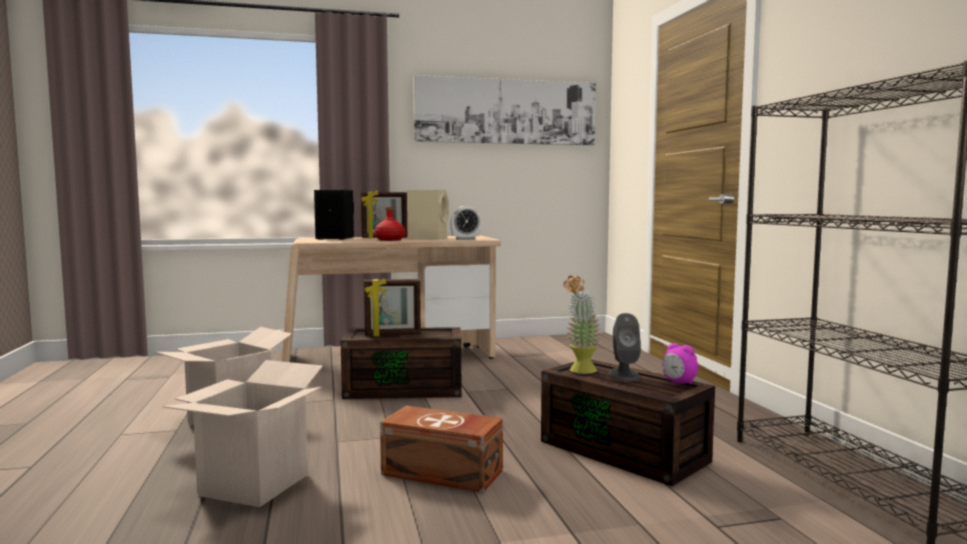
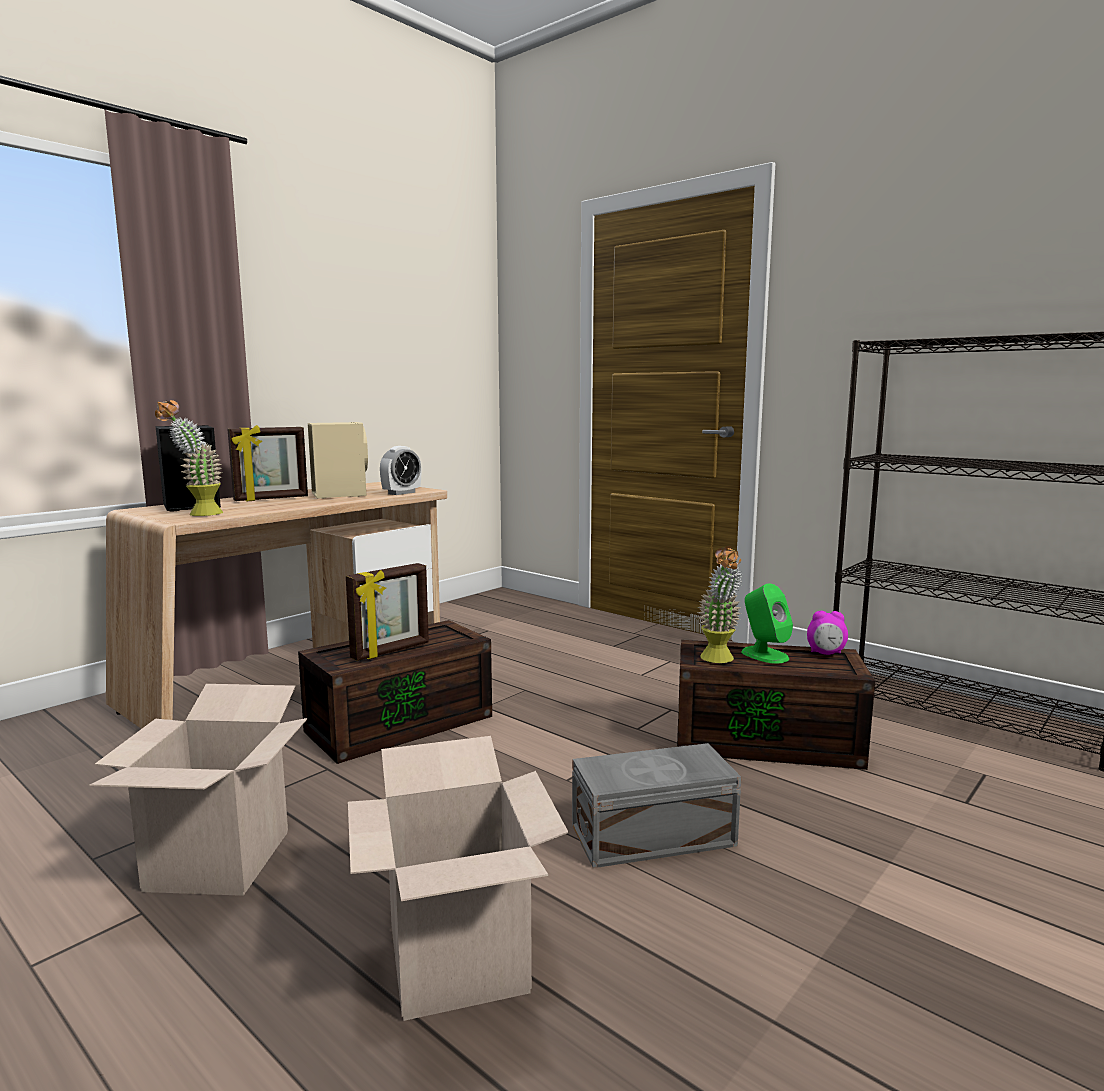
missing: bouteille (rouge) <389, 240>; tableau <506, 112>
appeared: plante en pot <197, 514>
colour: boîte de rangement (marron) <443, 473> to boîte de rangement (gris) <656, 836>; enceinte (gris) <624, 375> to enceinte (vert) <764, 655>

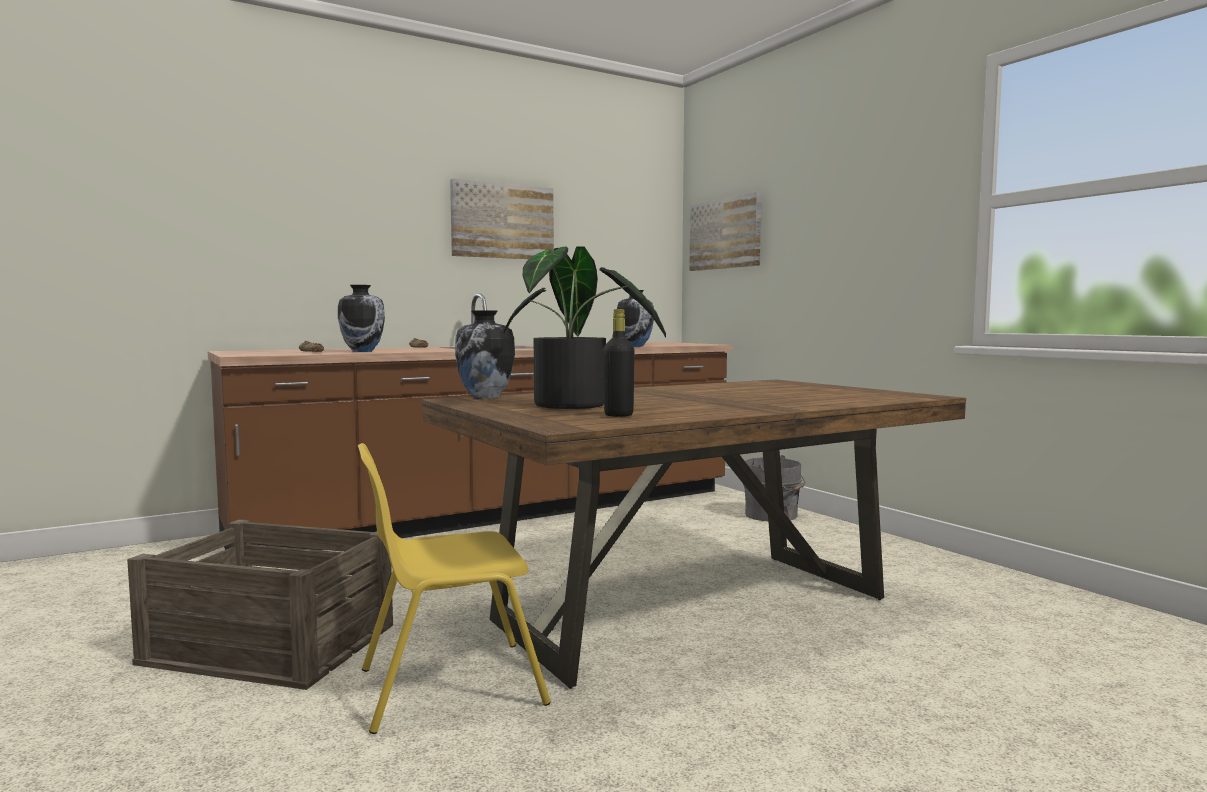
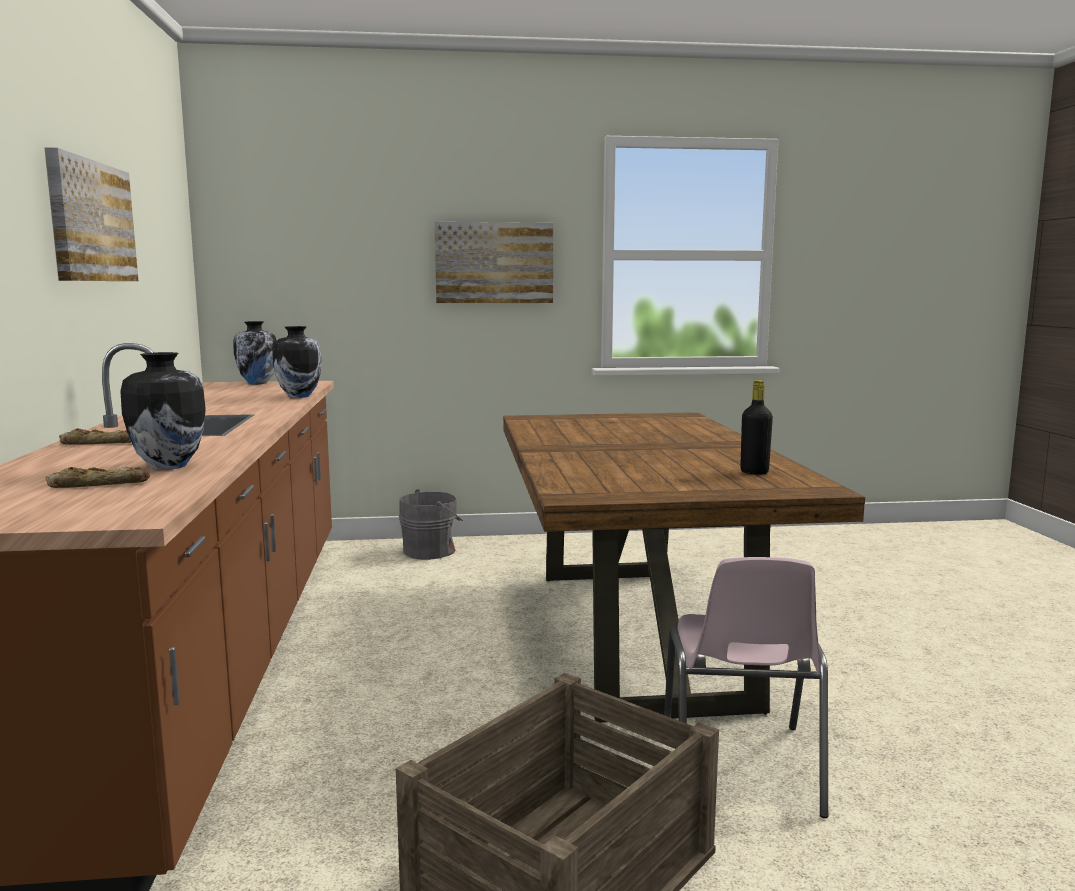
missing: plante en pot <576, 406>
relocated: vase <485, 397> to <258, 383>; tableau <726, 234> to <494, 263>
colour: chaise (jaune) <448, 686> to chaise (rose) <739, 768>

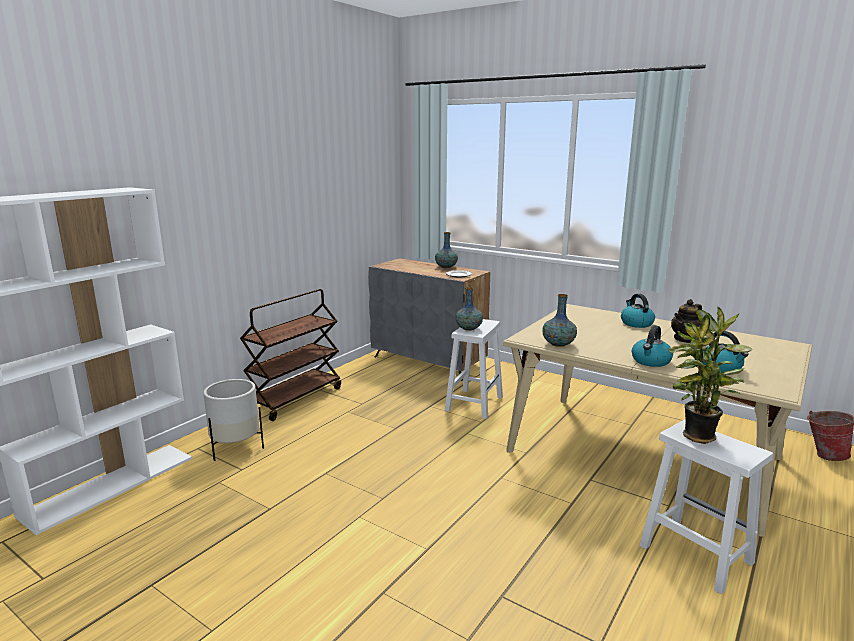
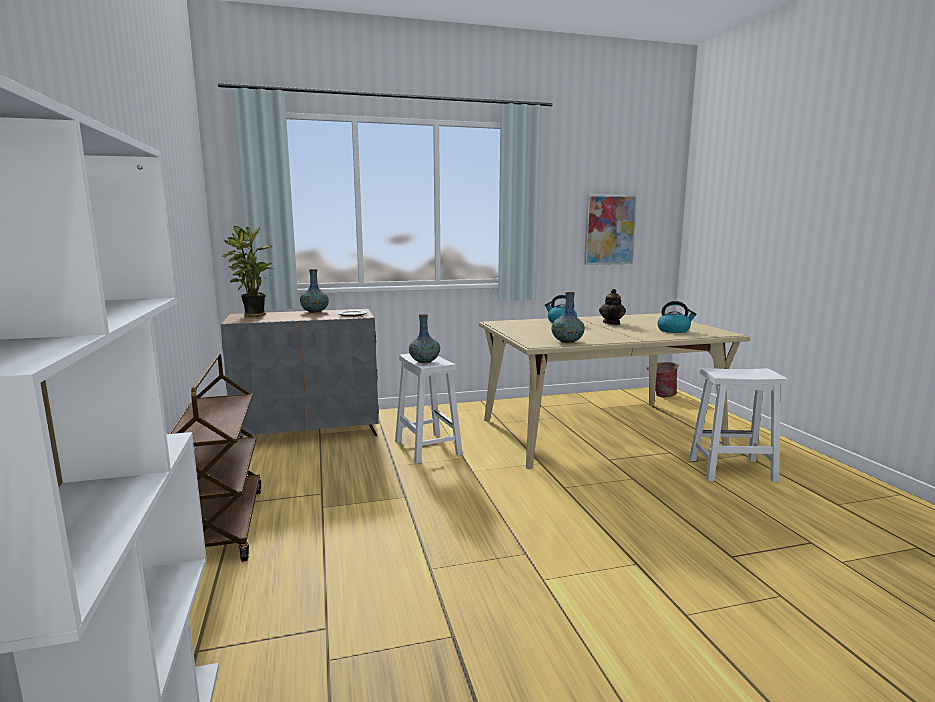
missing: cache-pot (blanc) <236, 448>; bouilloire <650, 361>
appeared: tableau <609, 230>
relocated: plante en pot <697, 437> to <254, 315>

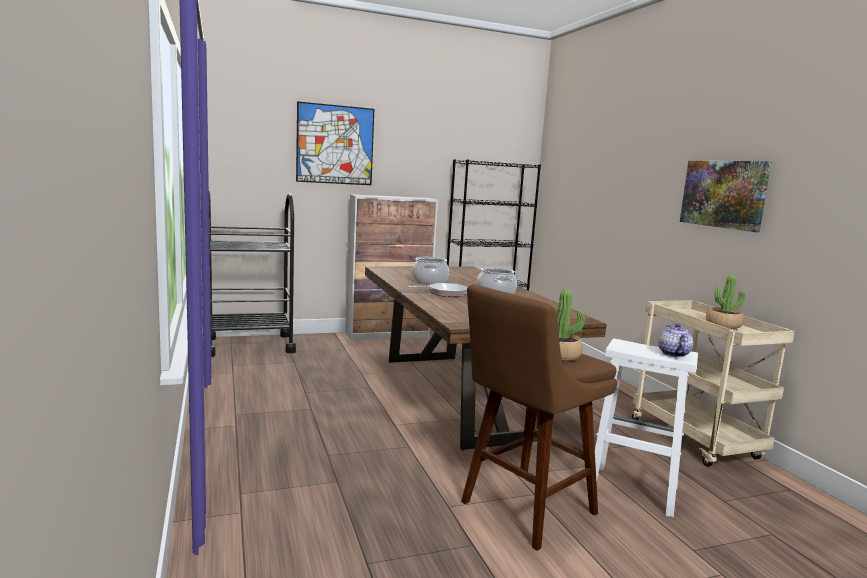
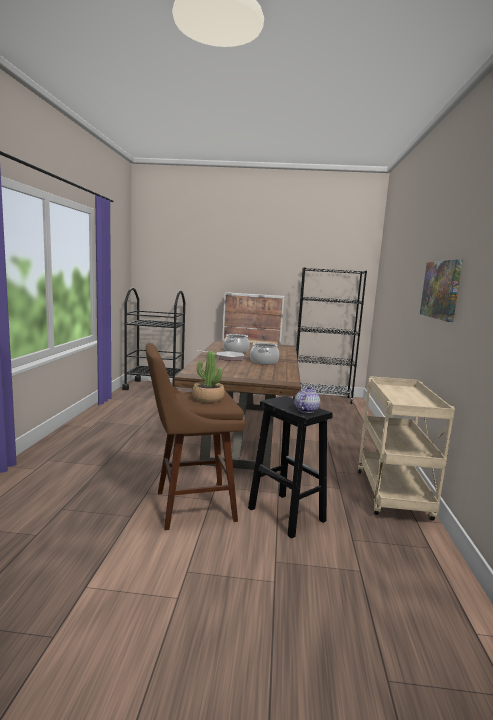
missing: tableau <335, 144>; plante en pot <723, 325>
colour: tabouret (blanc) <630, 490> to tabouret (noir) <285, 514>

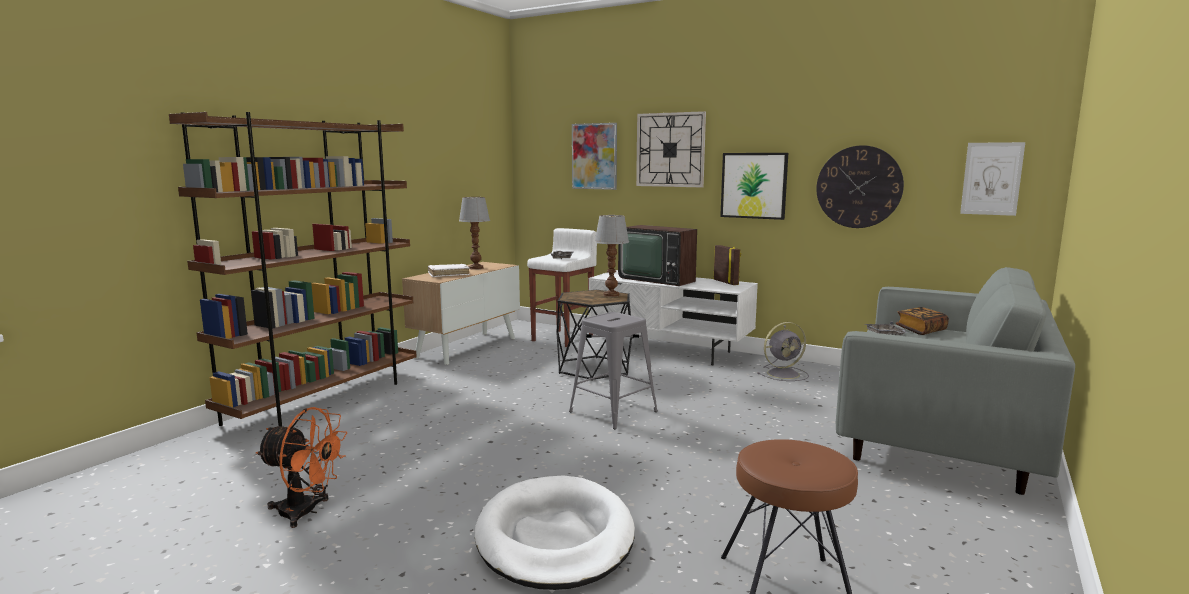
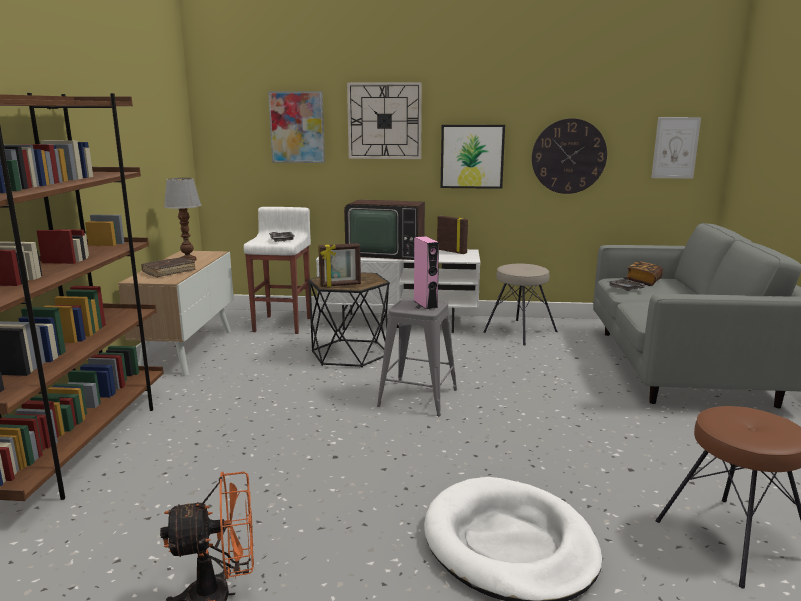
missing: lampe de table <611, 295>
appeared: cadre photo <340, 285>; enceinte (rose) <425, 304>
exchanged: ventilateur (gris) <784, 374> to tabouret (beige) <519, 332>
colour: livre (blanc) <448, 274> to livre (marron) <169, 272>

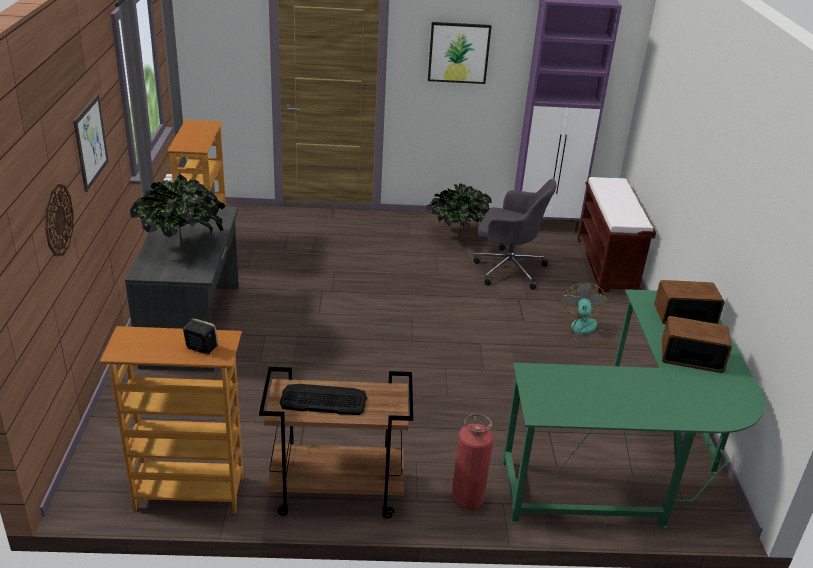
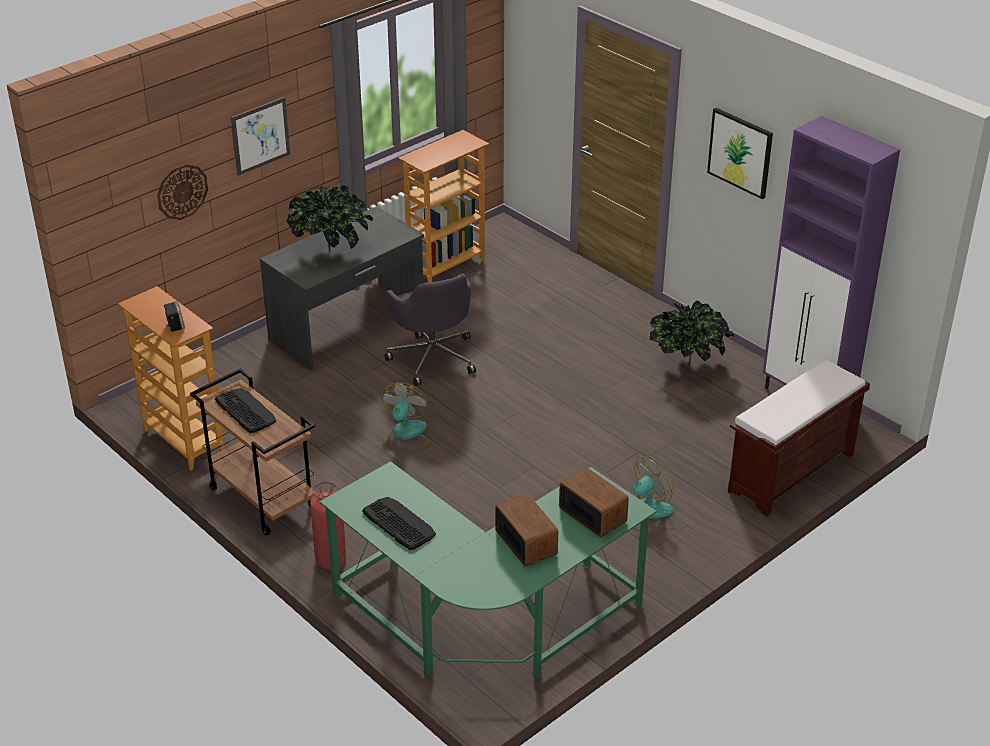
appeared: clavier <398, 523>; ventilateur <406, 435>
relocated: chaise de bureau (gris) <507, 268> to <433, 357>

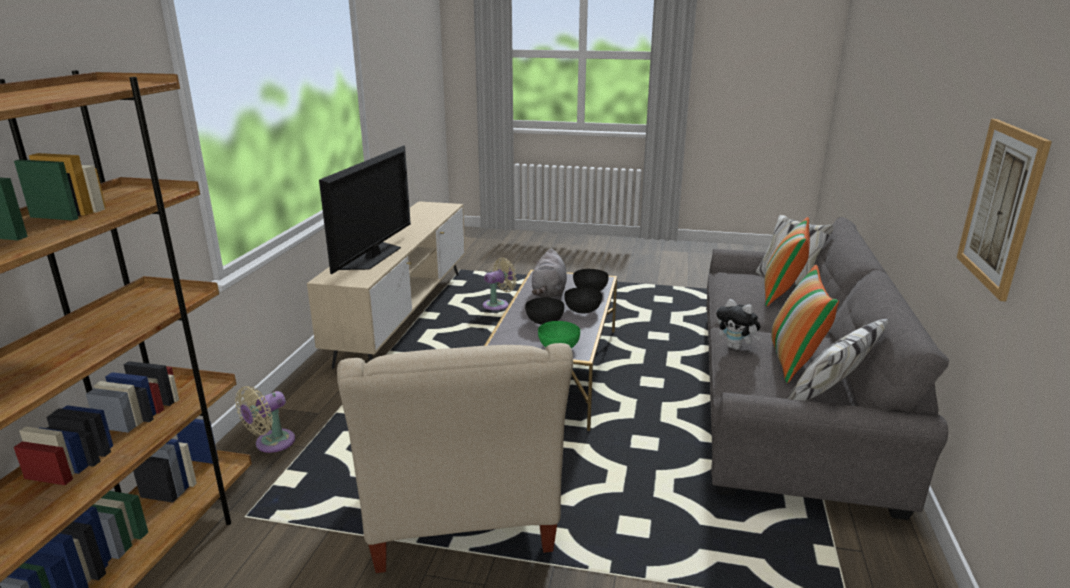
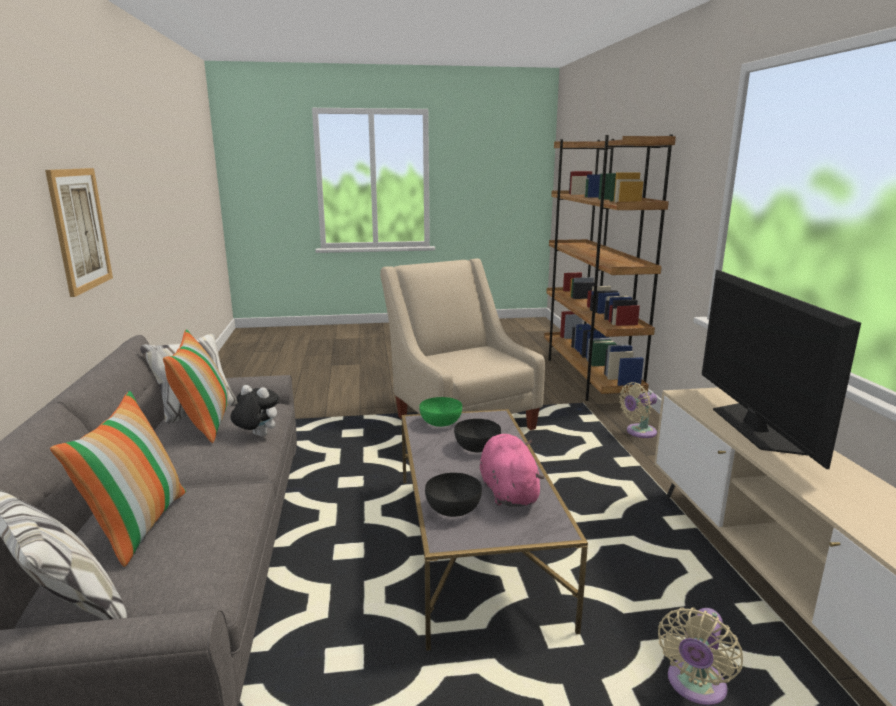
missing: bol (noir) <582, 309>
colour: peluche (gris) <549, 293> to peluche (rose) <508, 491>
spun: ventilateur (beige) <271, 443> = <638, 432> 135 degrees counterclockwise

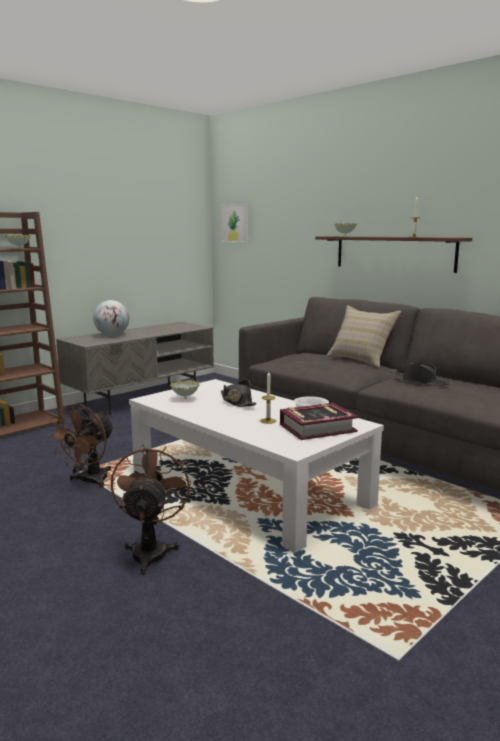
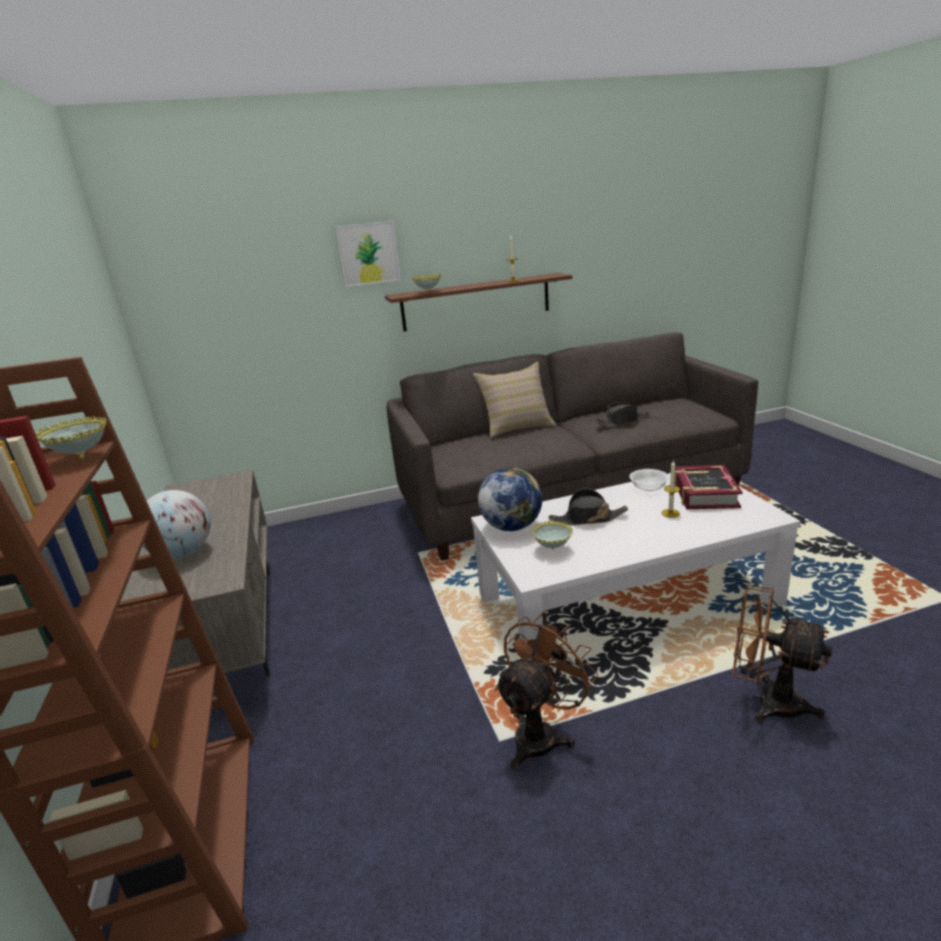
appeared: globe <511, 526>
relocated: tableau <235, 223> to <368, 254>
spun: ventilateur (marron) <89, 482> = <542, 734> 105 degrees counterclockwise

